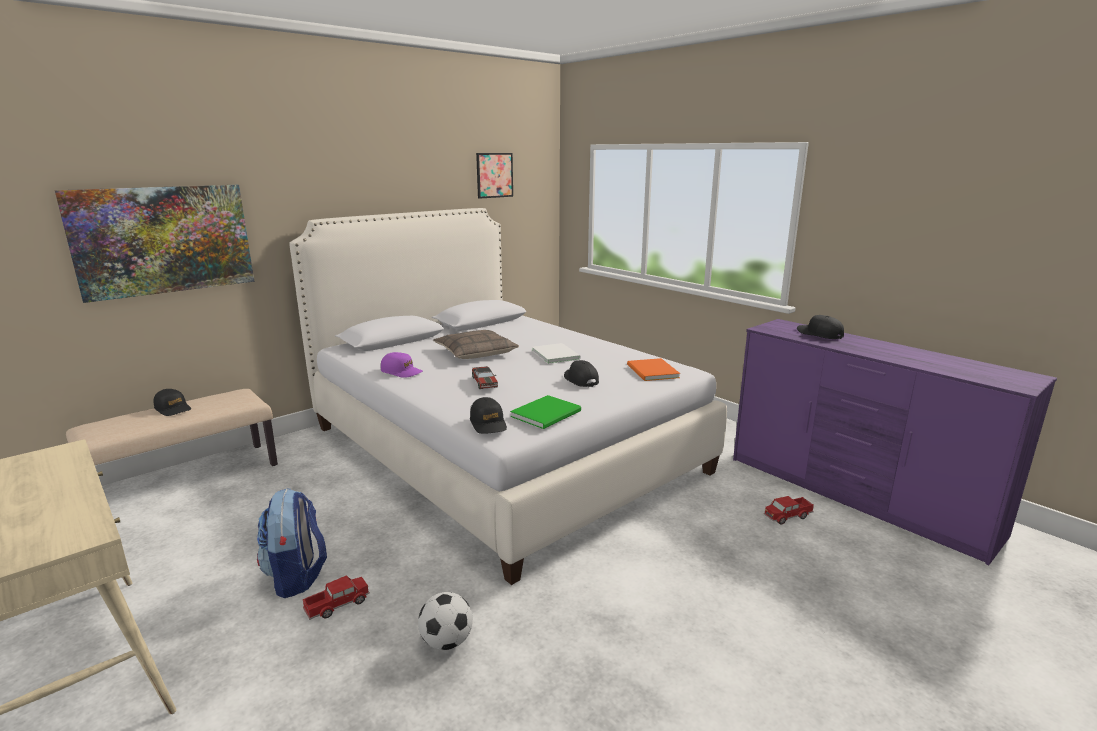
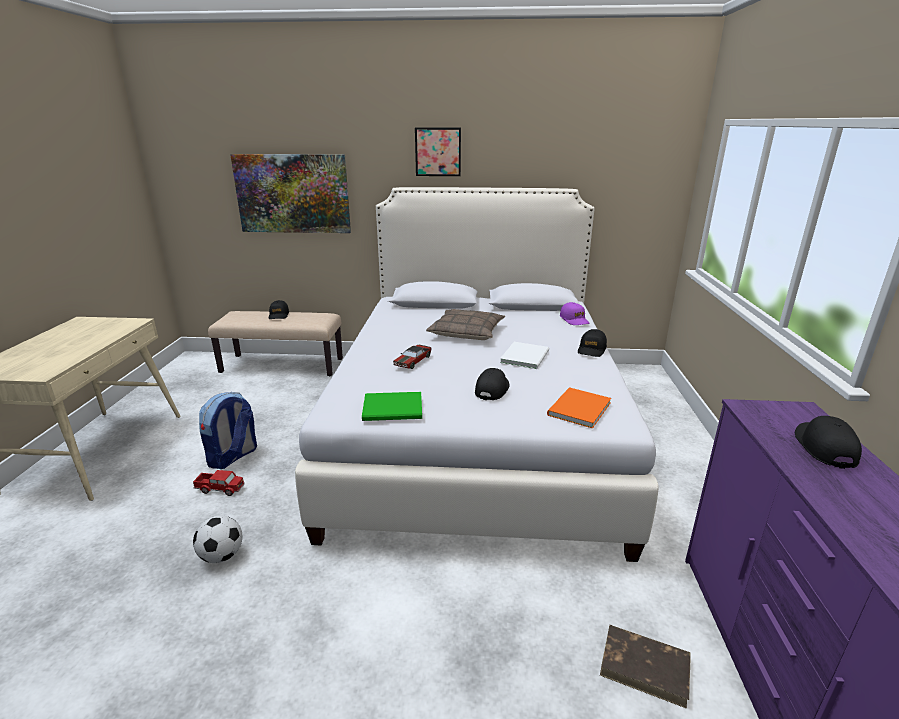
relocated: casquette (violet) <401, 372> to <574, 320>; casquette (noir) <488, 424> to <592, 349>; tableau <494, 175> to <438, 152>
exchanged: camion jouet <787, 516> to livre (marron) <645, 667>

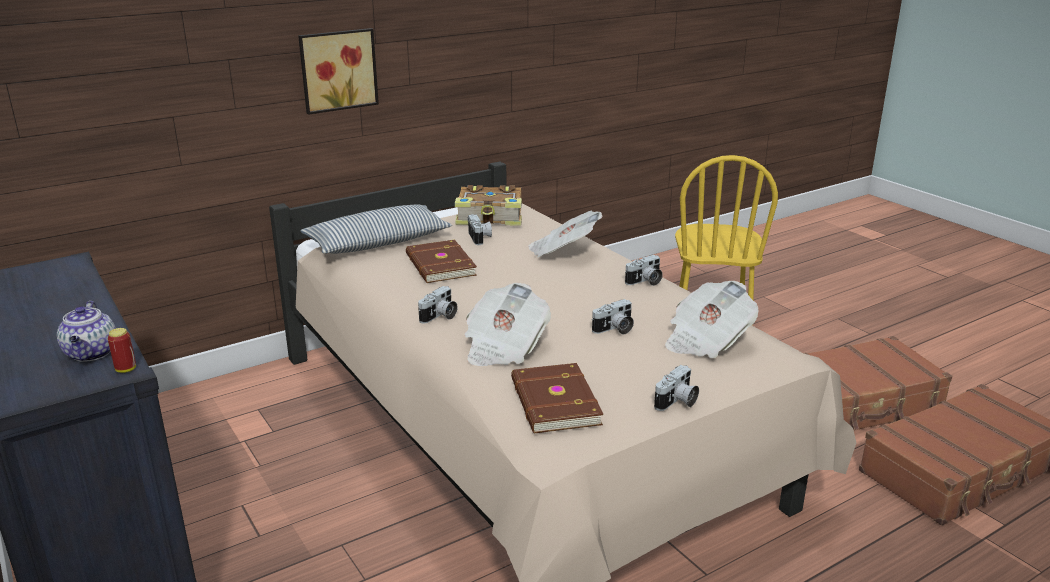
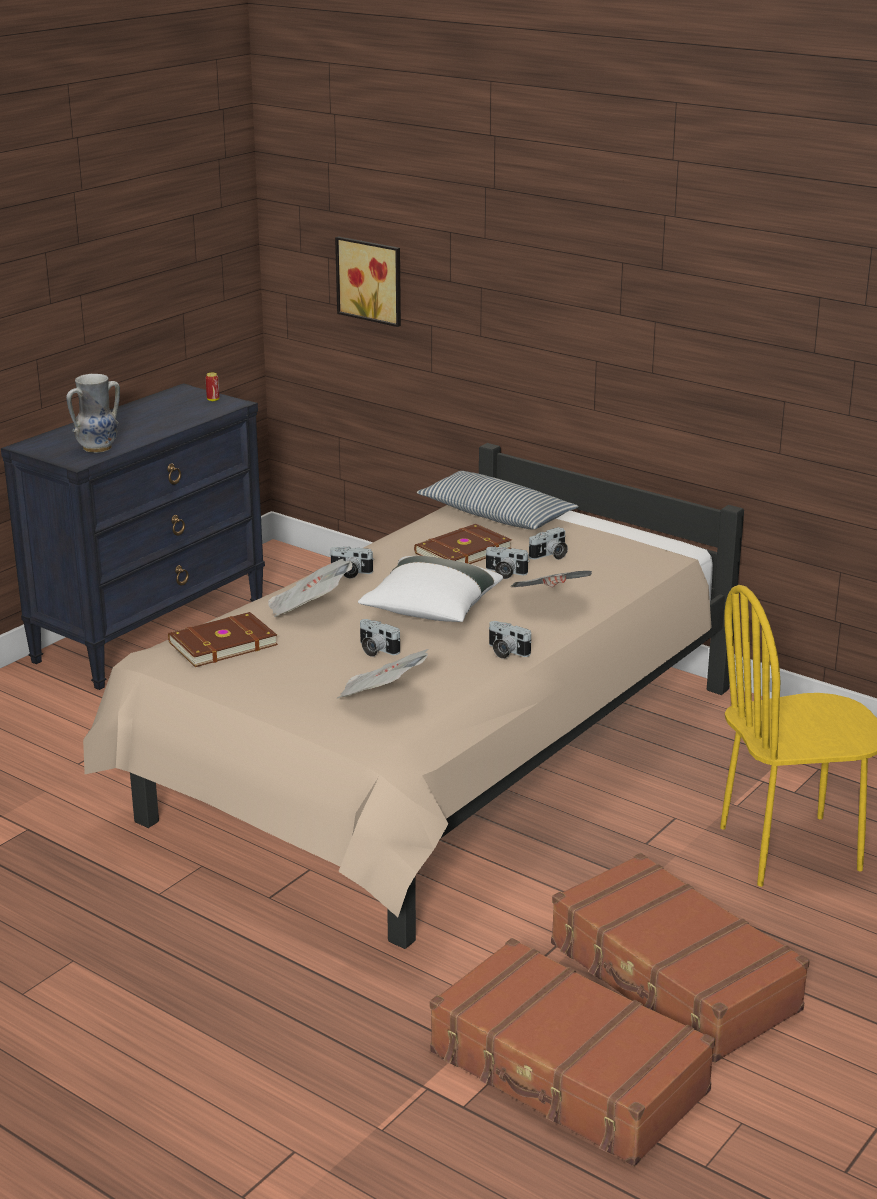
missing: livre <491, 217>
appeared: coussin (blanc) <431, 611>
relocated: boîte métallique <126, 369> to <213, 400>; tableau <337, 70> to <371, 280>; appareil photo <677, 402> to <504, 573>
exchanged: théière <91, 354> to vase <97, 448>

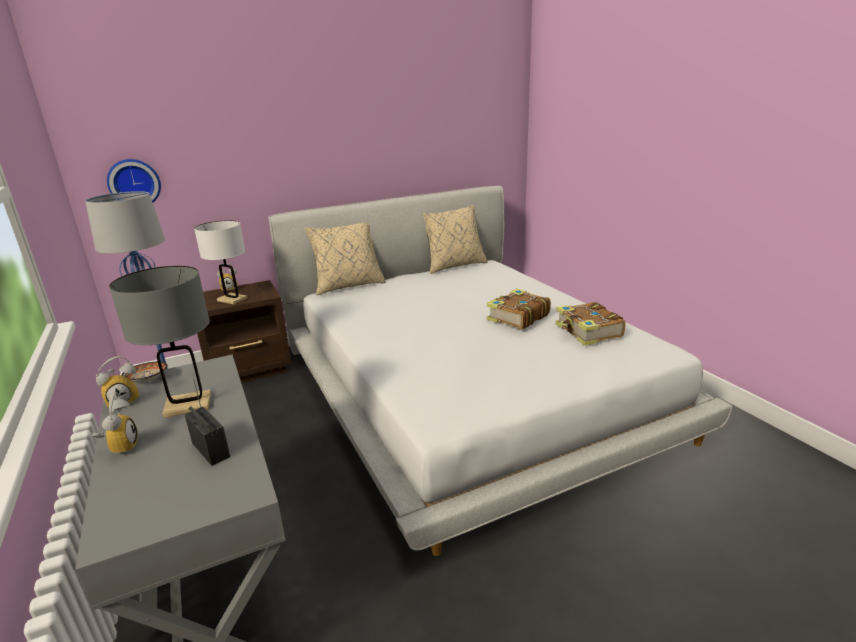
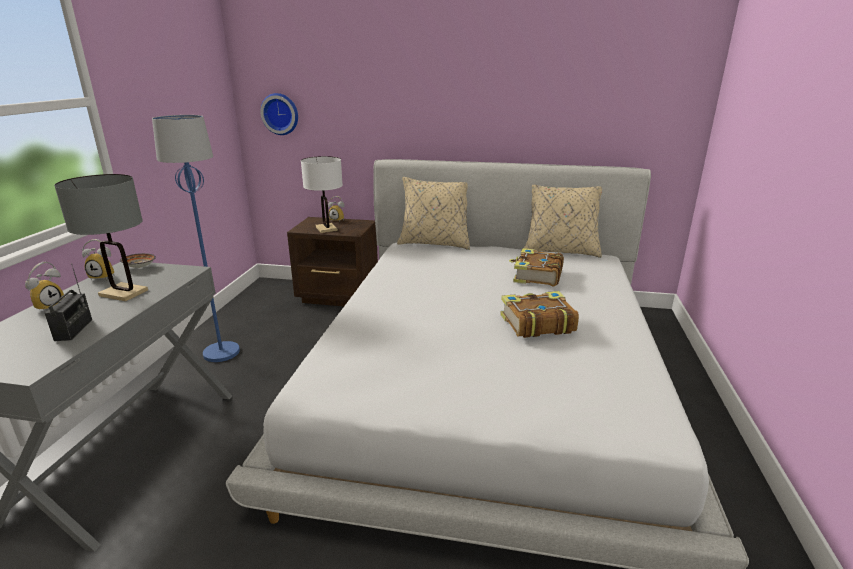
relocated: livre <588, 332> to <536, 276>

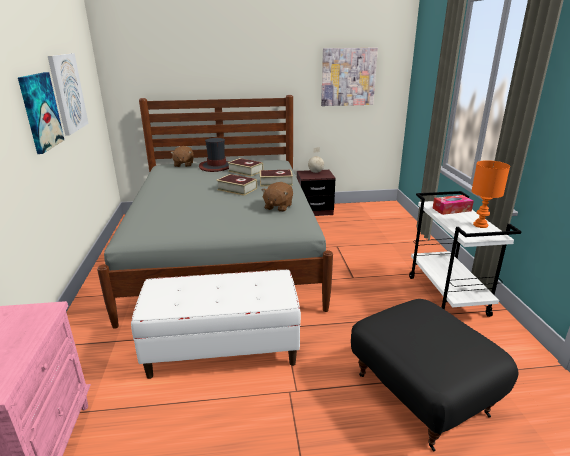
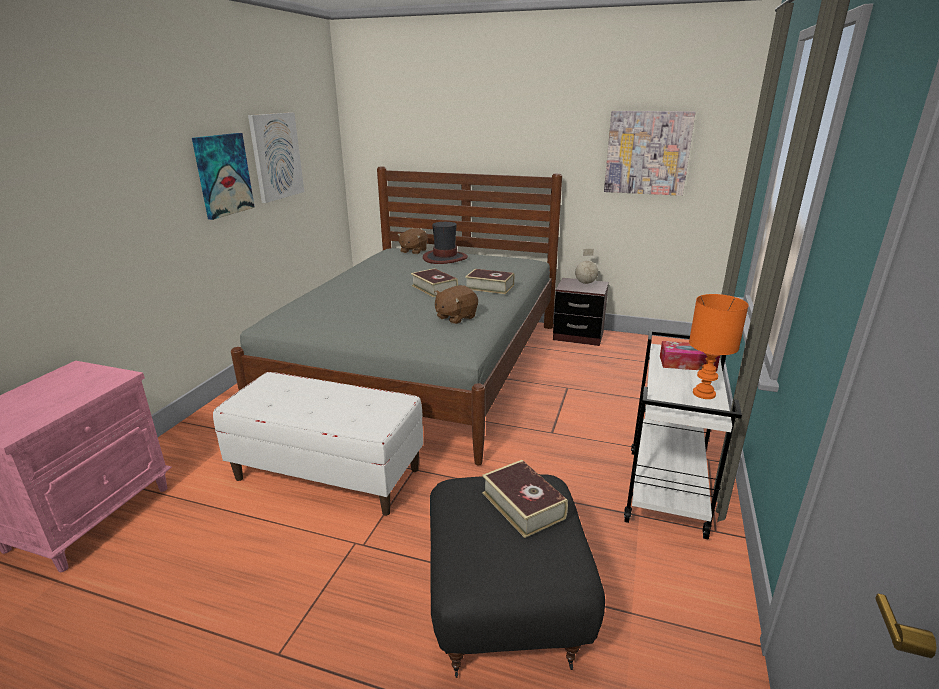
relocated: livre <245, 171> to <523, 505>

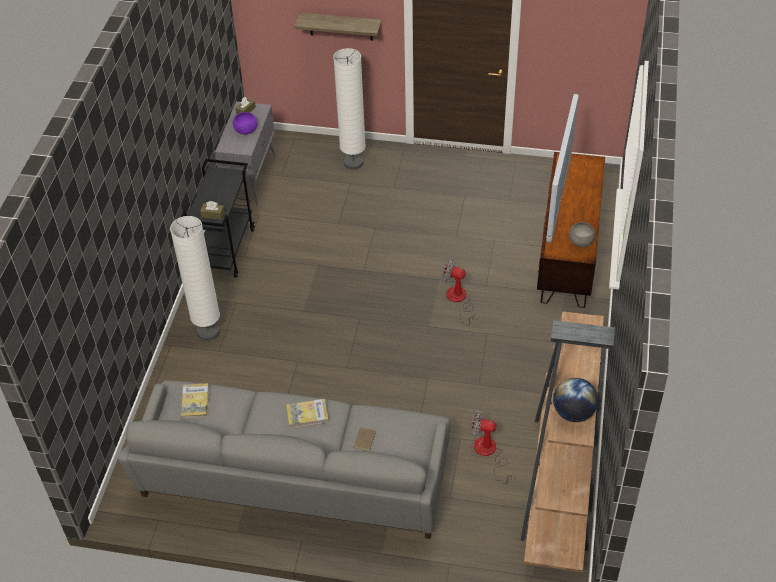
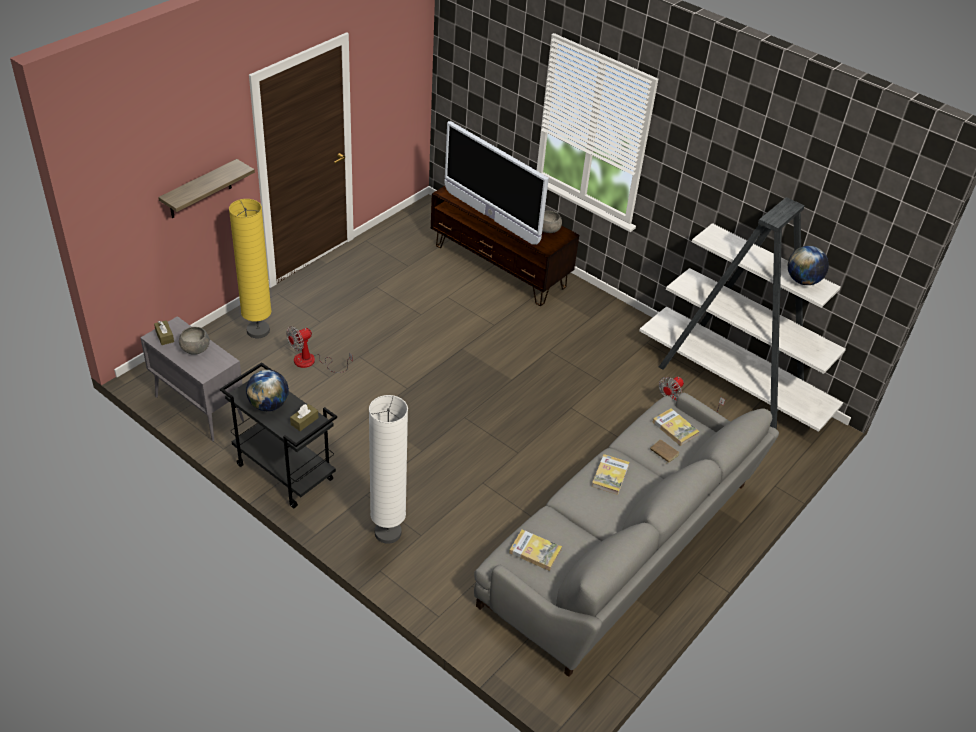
appeared: globe <269, 405>; livre <675, 428>
relocated: ventilateur <458, 300> to <312, 362>
colour: bol (violet) <246, 130> to bol (gris) <195, 348>; lampadaire (blanc) <353, 163> to lampadaire (jaune) <258, 331>; bibliothèque (marron) <561, 483> to bibliothèque (blanc) <733, 386>

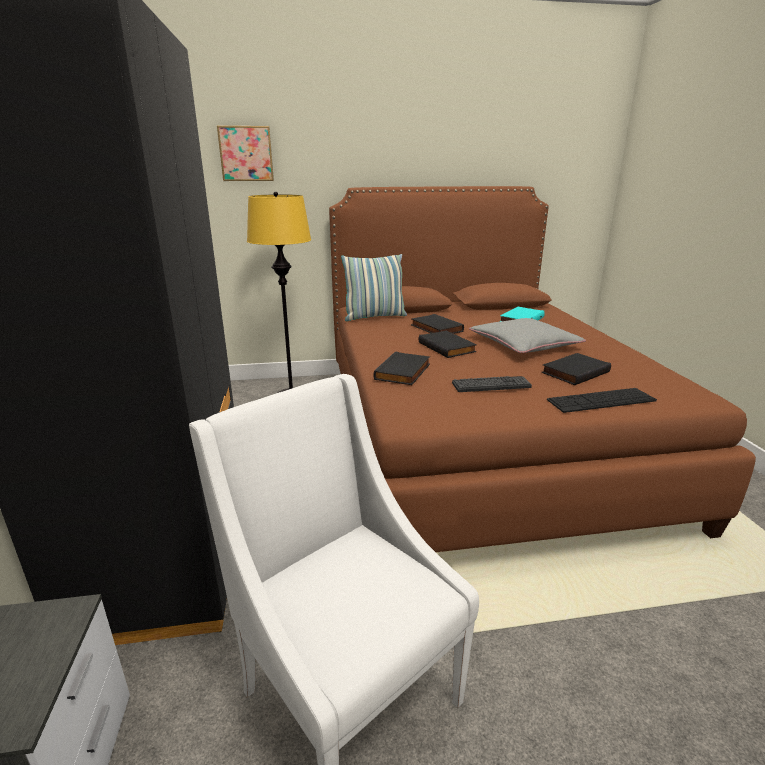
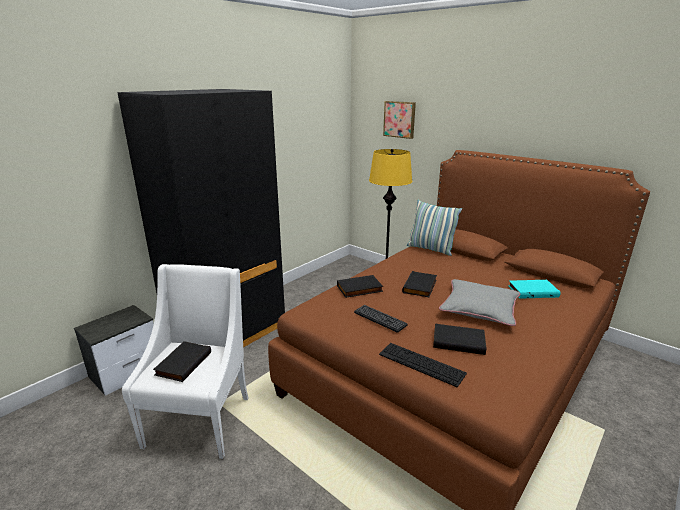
relocated: livre (noir) <435, 328> to <183, 363>

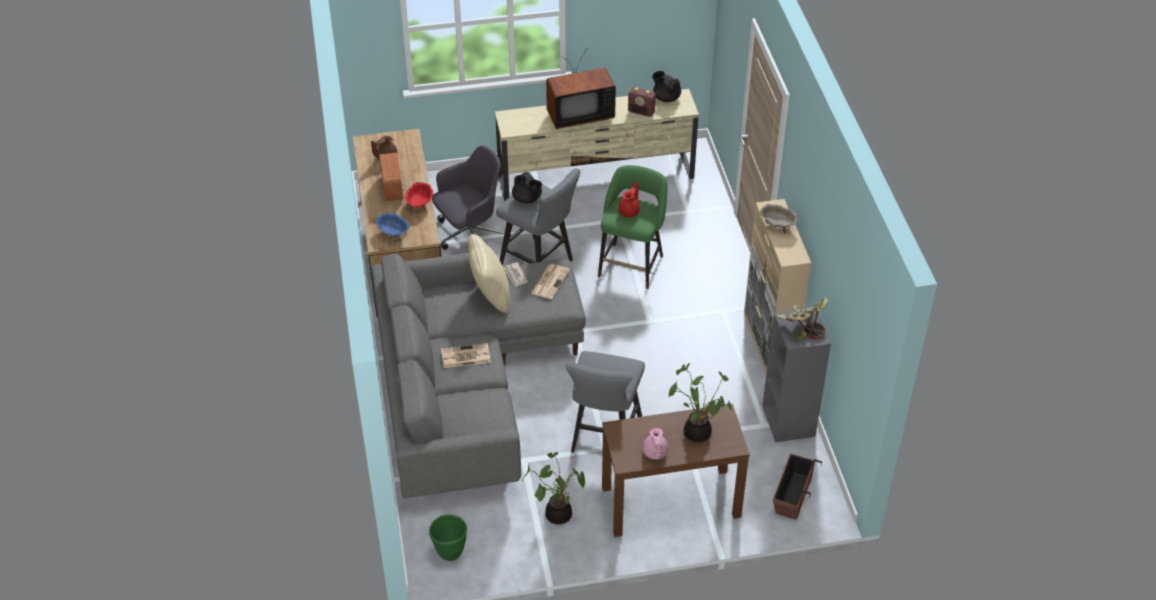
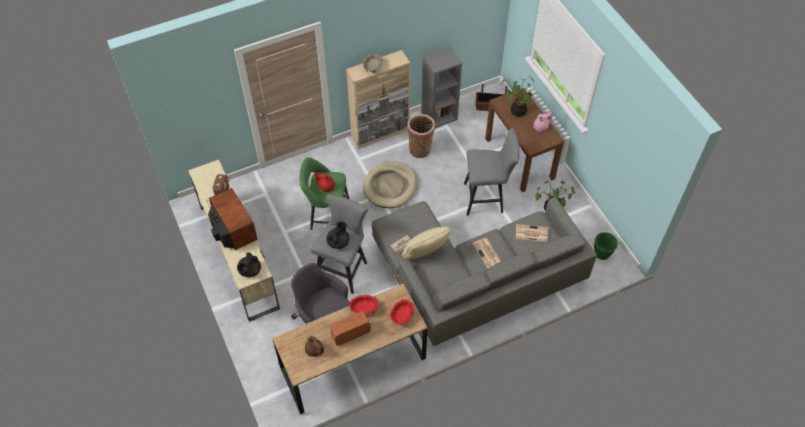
missing: plante en pot <801, 327>
appeared: panier pour chien (beige) <390, 186>; panier <420, 148>
relocated: journal <550, 281> to <531, 233>; théière (noir) <666, 98> to <249, 271>
colour: bol (bleu) <393, 233> to bol (rouge) <402, 317>

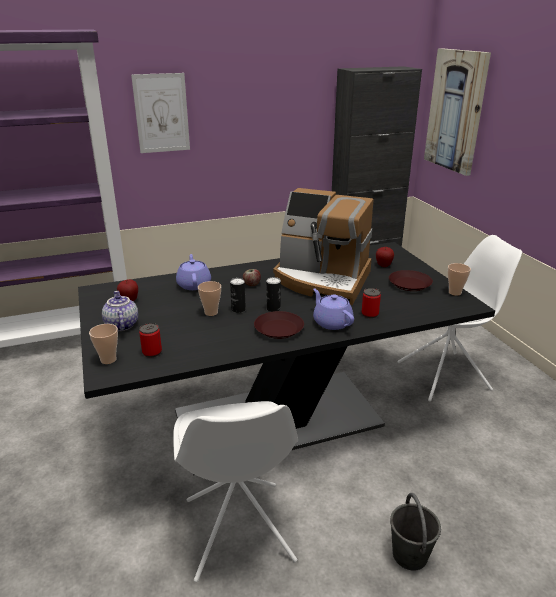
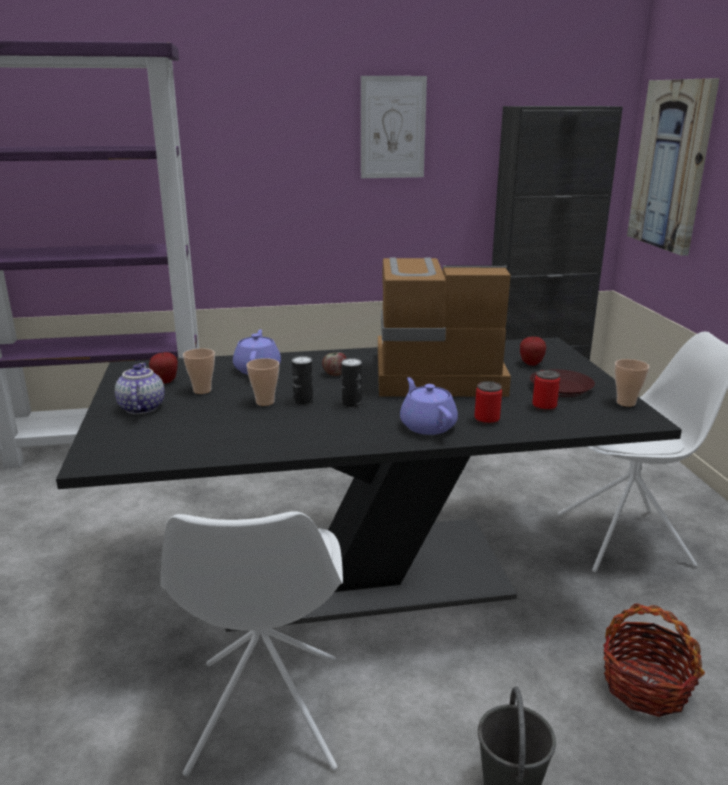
missing: assiette (marron) <278, 329>
appeared: panier <645, 686>
relocated: tasse <108, 360> to <202, 390>; tableau <161, 113> to <393, 128>; boîte métallique <152, 352> to <544, 407>
spun: machine à café <322, 280> = <435, 375> 150 degrees clockwise

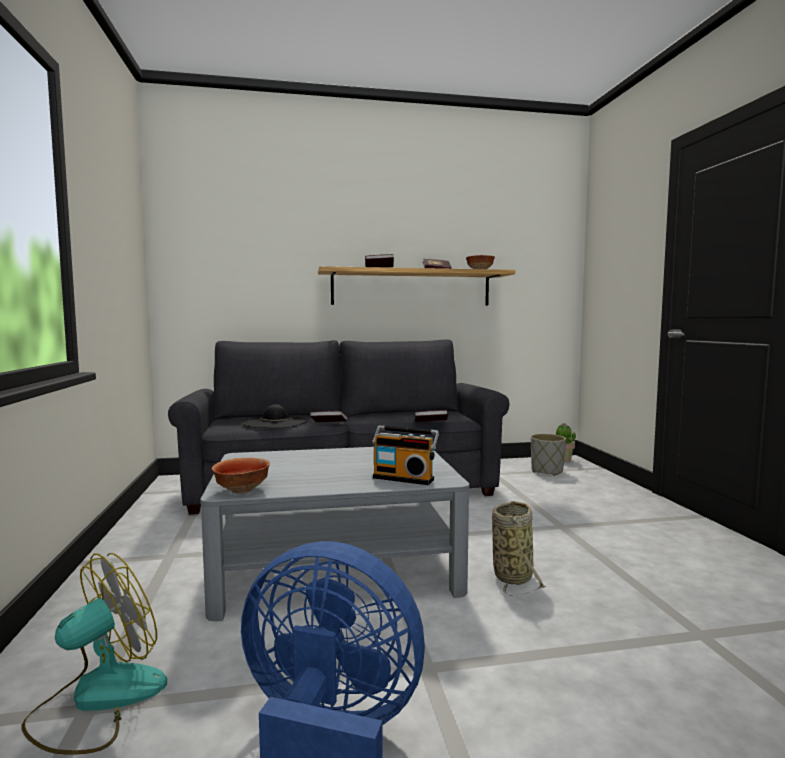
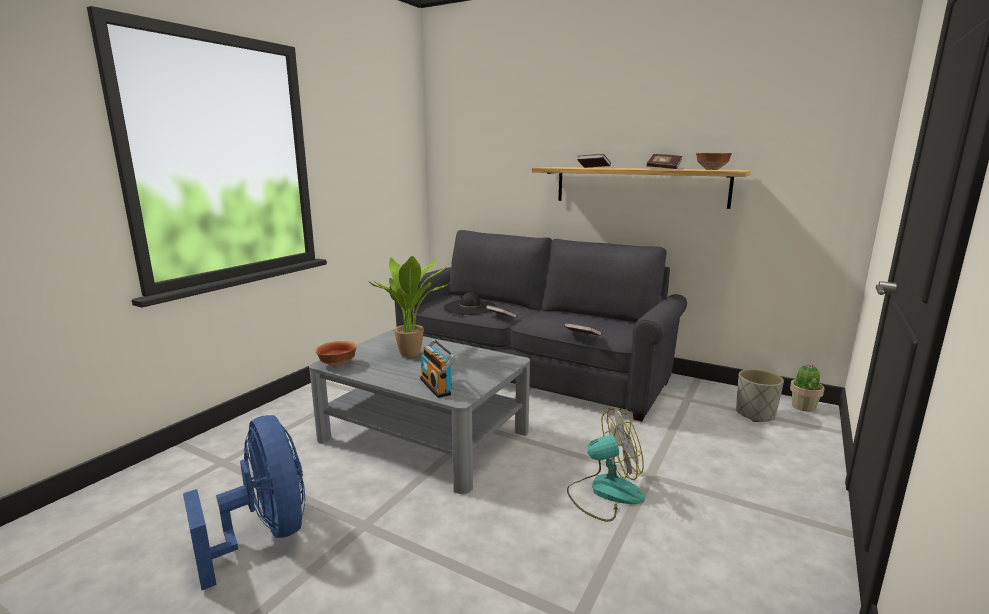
missing: panier <512, 575>
appeared: plante en pot <414, 354>
relocated: ventilateur <98, 700> to <604, 492>

